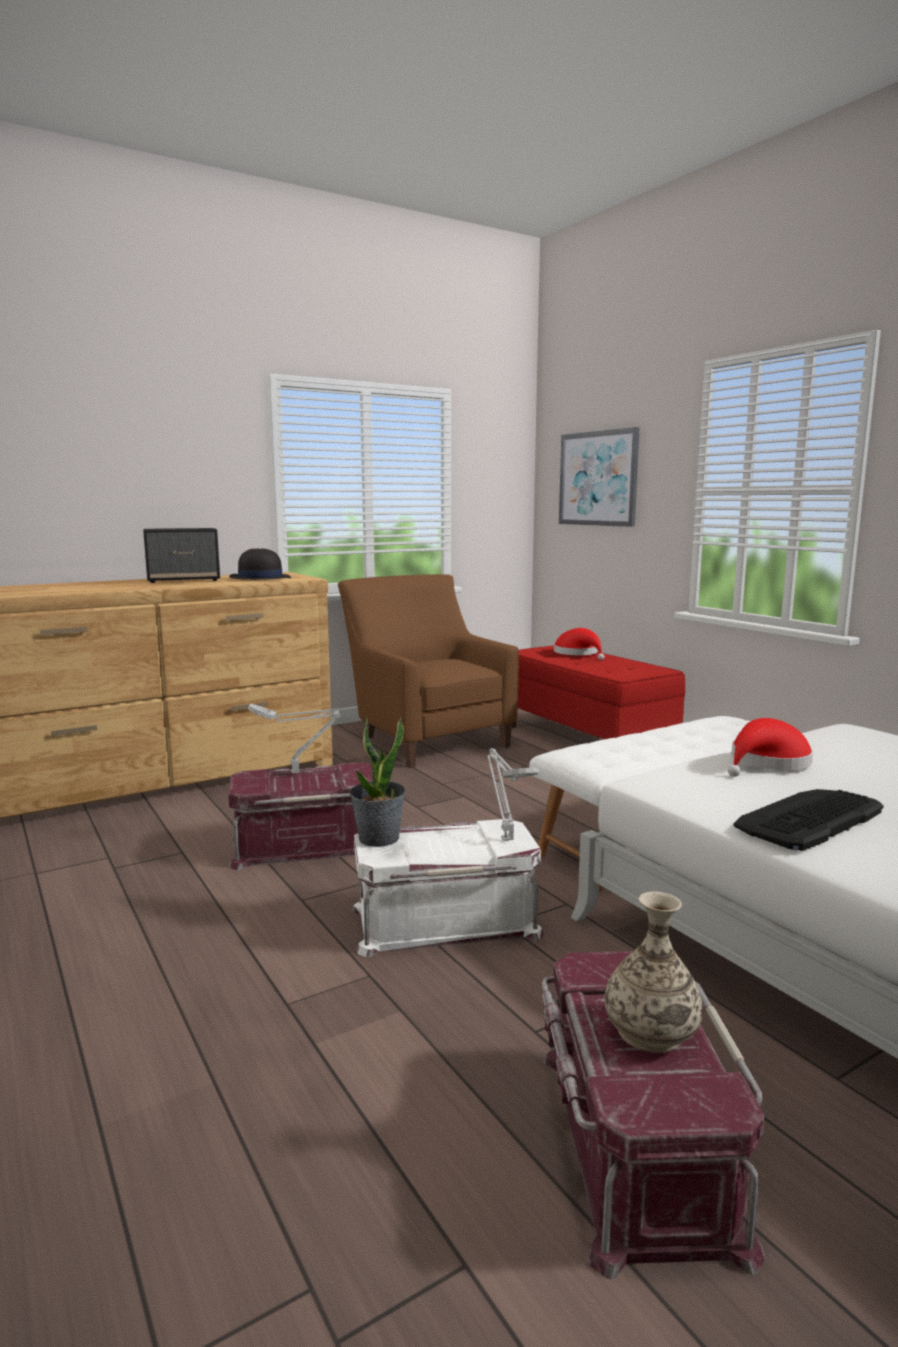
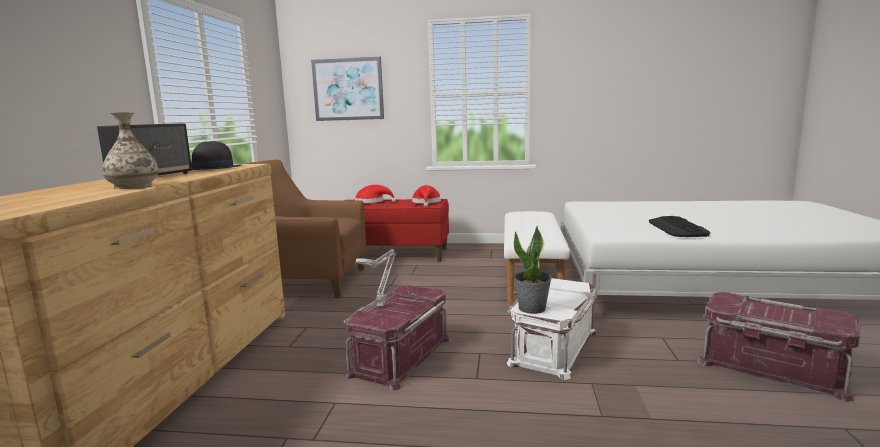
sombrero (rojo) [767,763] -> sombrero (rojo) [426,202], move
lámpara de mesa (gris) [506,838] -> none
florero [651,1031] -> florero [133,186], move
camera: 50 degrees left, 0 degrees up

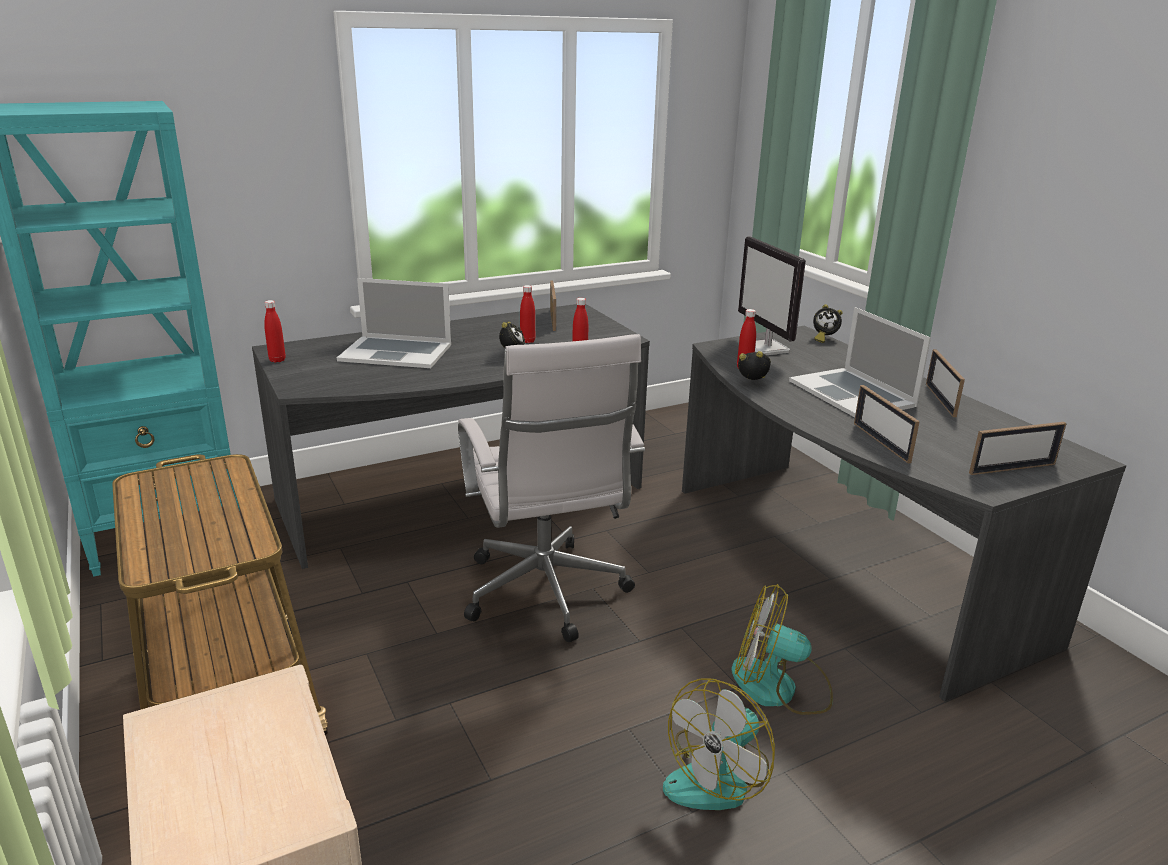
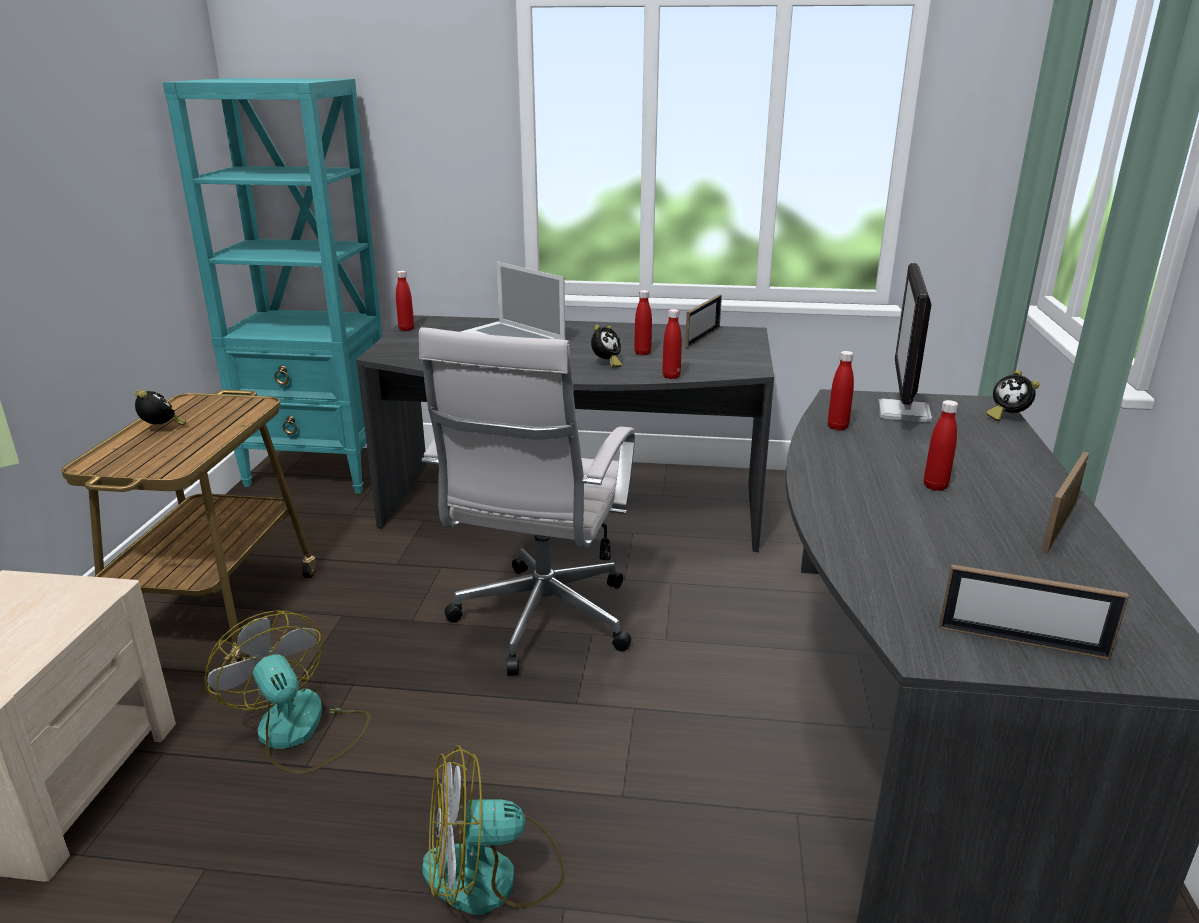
portátil [852,393] -> botella (rojo) [935,486]
despertador [753,383] -> despertador [162,429], move
portarretratos [881,442] -> none
ventilador [779,687] -> ventilador [300,732], move
camera: 35 degrees right, 0 degrees up

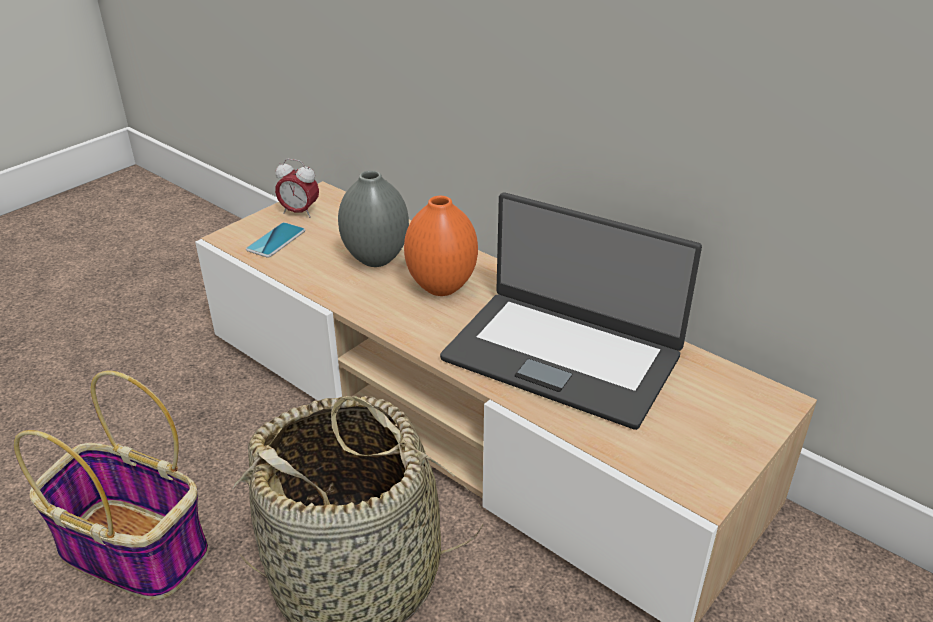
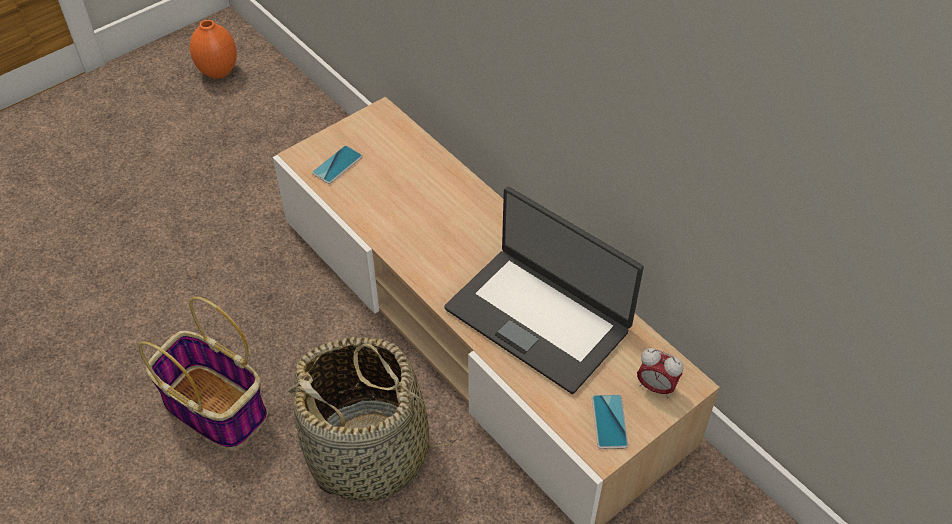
despertador [299,212] -> despertador [655,387], move
florero (gris) [375,259] -> none
florero (naranja) [442,287] -> florero (naranja) [219,72], move
none -> móvil [609,422]
camera: 10 degrees right, 15 degrees up

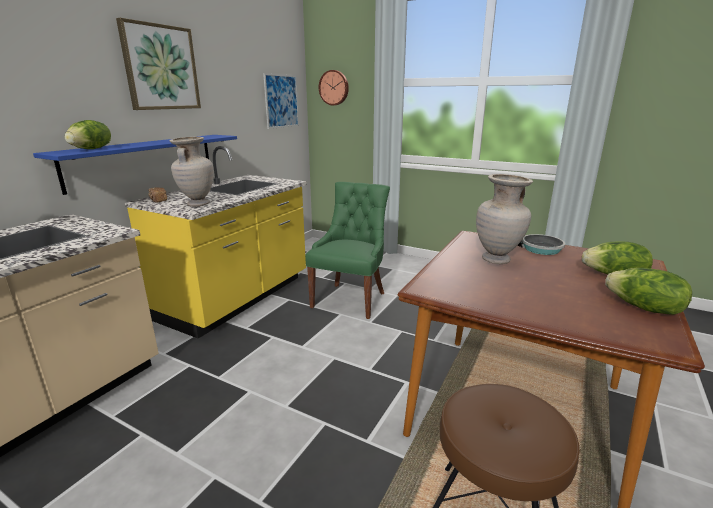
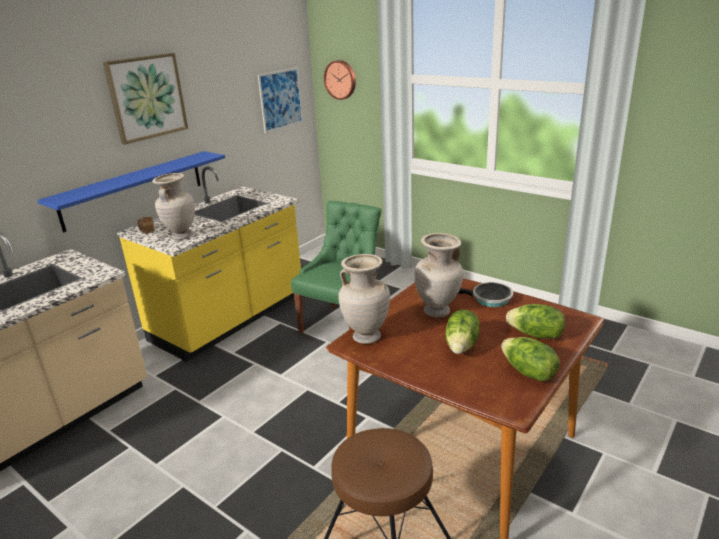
lechuga [92,149] -> lechuga [462,345], move
none -> florero (beis) [366,337]
camera: 10 degrees right, 5 degrees up

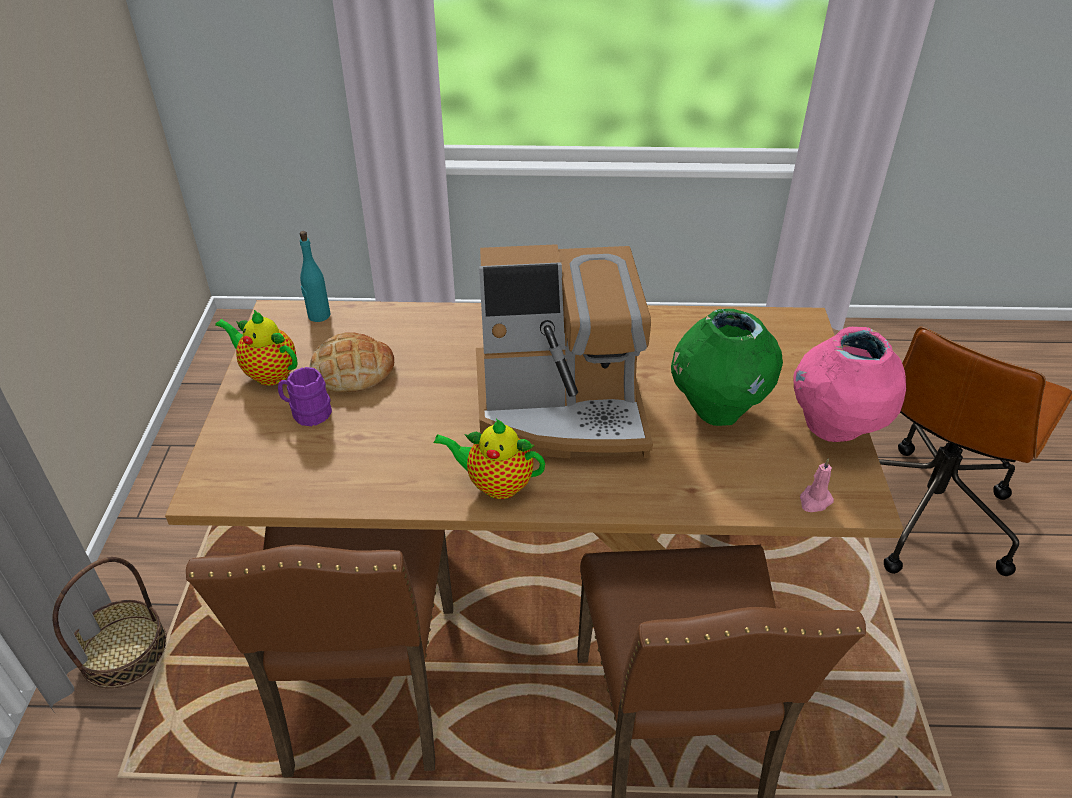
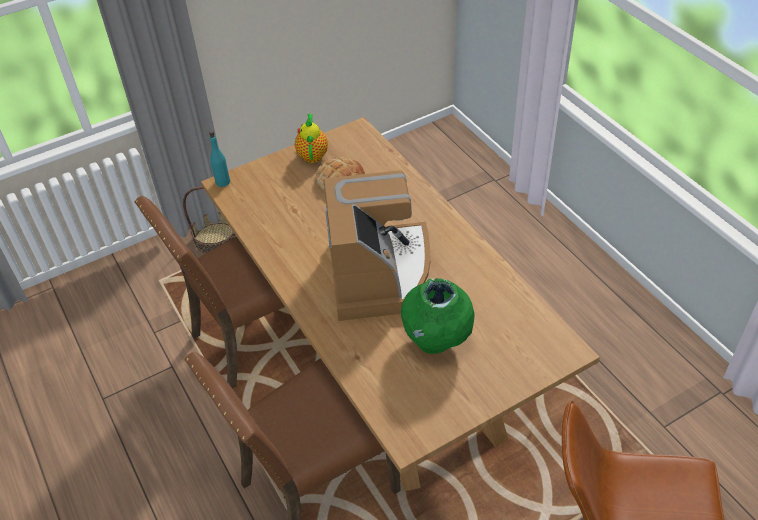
botella (turquesa) [318,315] -> botella (turquesa) [222,182], move
cafetera [562,408] -> cafetera [379,273], 150 degrees counterclockwise
florero (rosa) [835,429] -> none
taza grande (morado) [307,413] -> none
tetera [495,484] -> none
vela (rosa) [814,501] -> none
camera: 60 degrees right, 5 degrees up

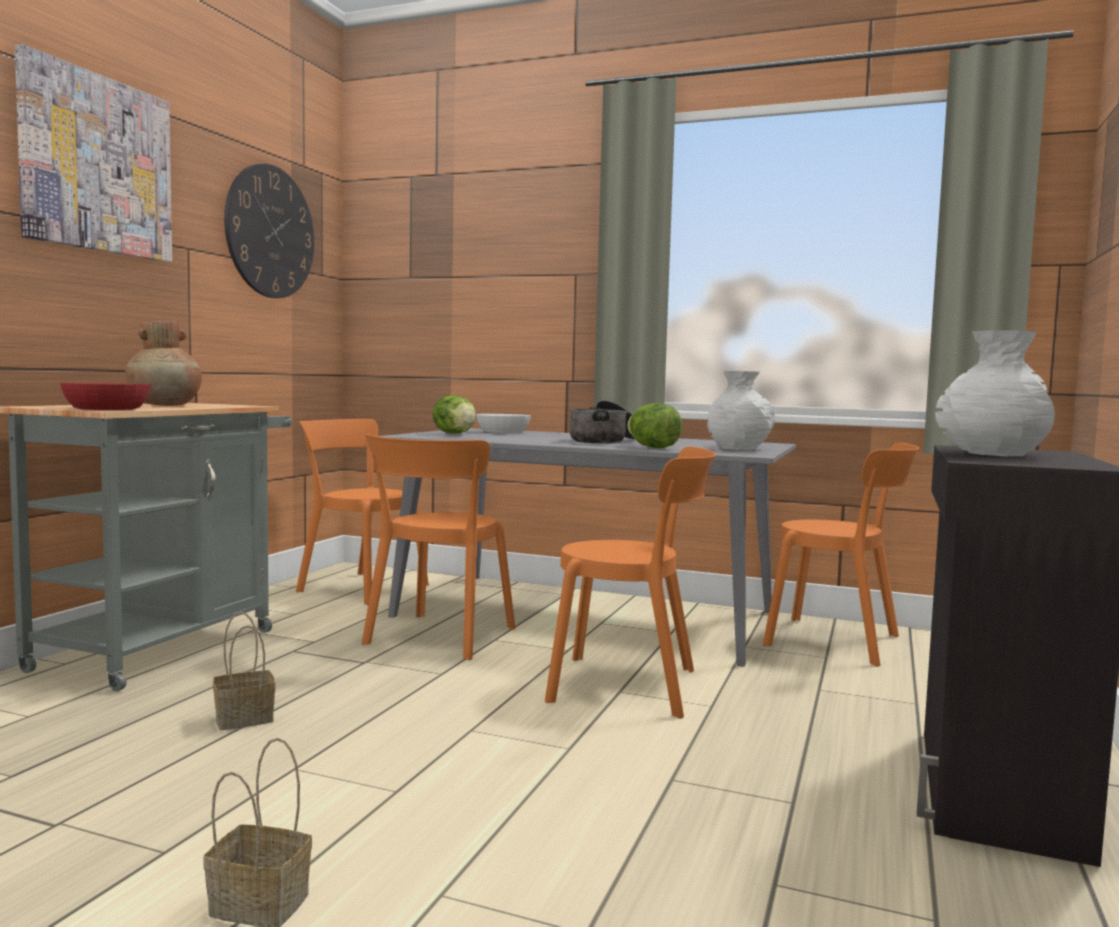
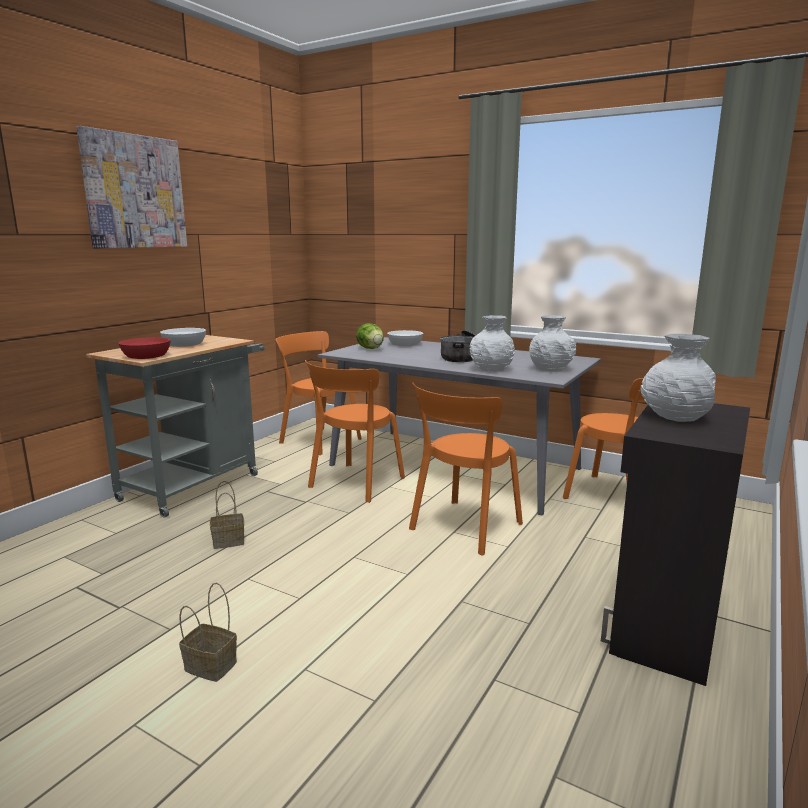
reloj de pared [270,232] -> none
florero (marrón) [165,405] -> cuenco (blanco) [185,344]
lechuga [653,447] -> florero (blanco) [490,369]
silla (naranja) [632,686] -> silla (naranja) [463,528], 105 degrees clockwise
camera: 10 degrees right, 10 degrees up

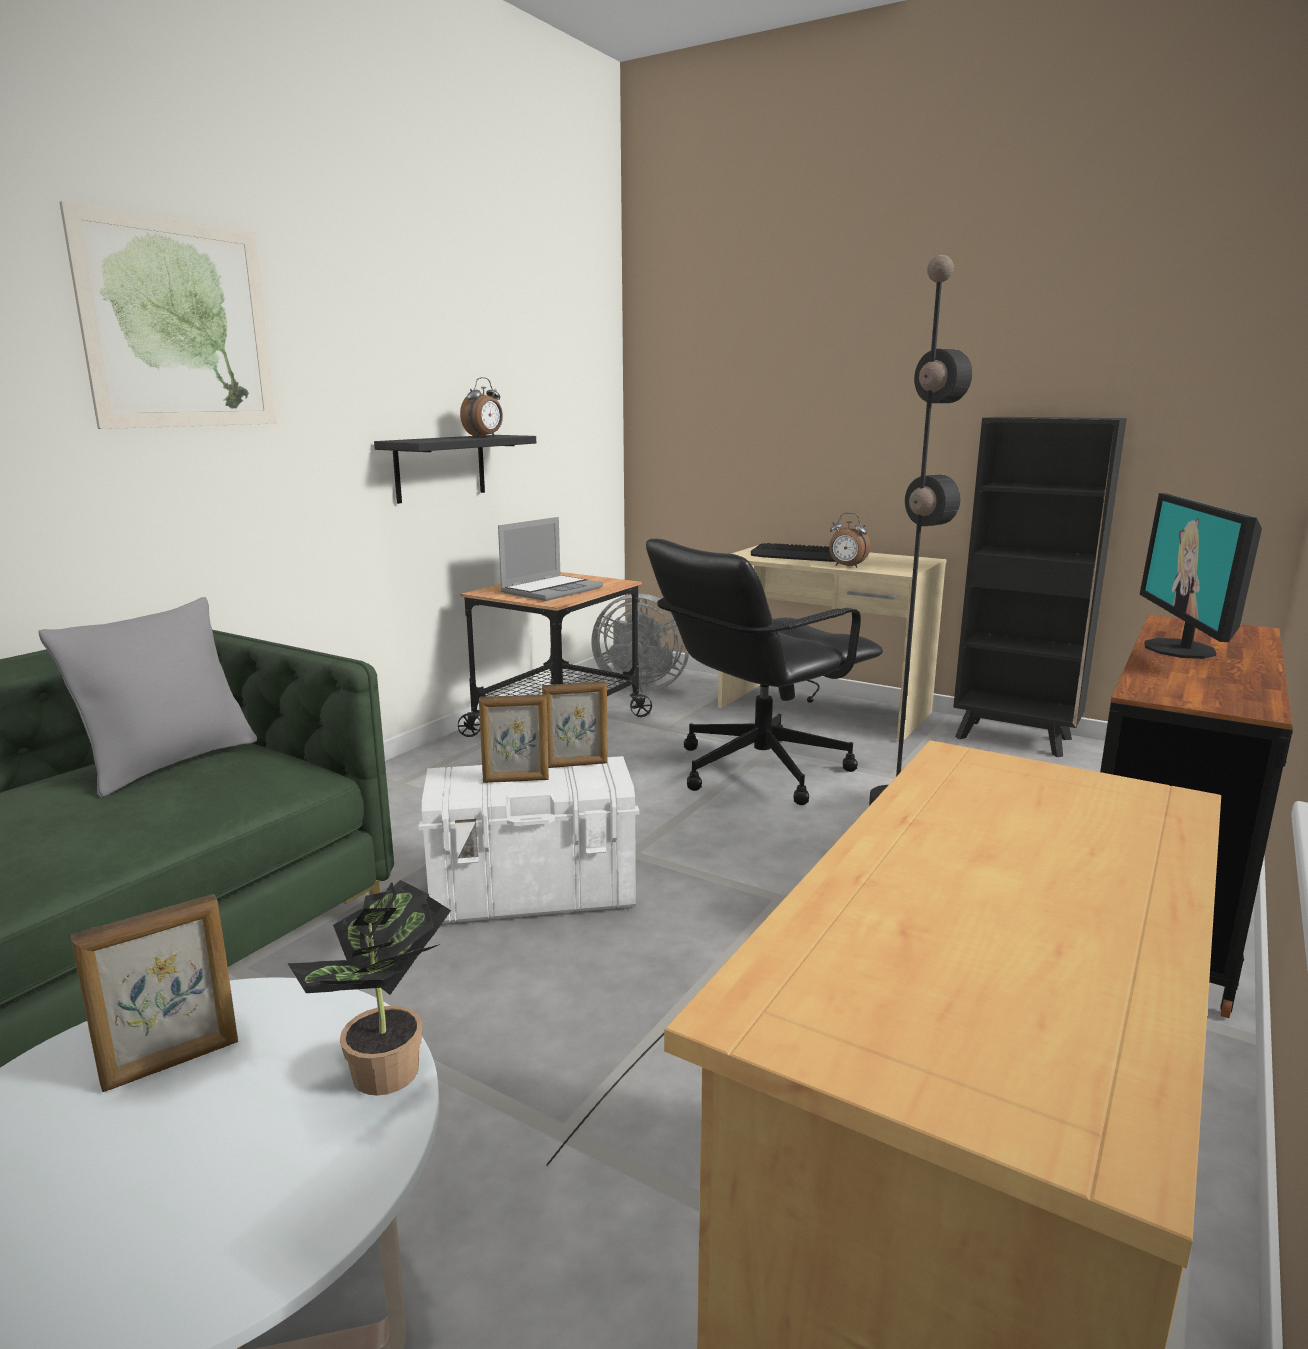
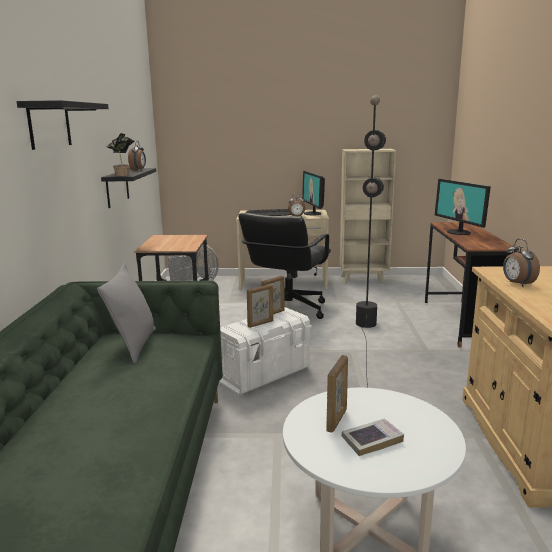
cuadro [179,325] -> estante (negro) [49,125]
estantería (negro) [1015,739] -> estantería (beis) [364,280]
portátil [552,590] -> none
planta en maceta [386,1079] -> planta en maceta [123,175], move
none -> monitor [313,213]
none -> despertador [517,284]
none -> libro [372,440]
camera: 30 degrees left, 0 degrees up

